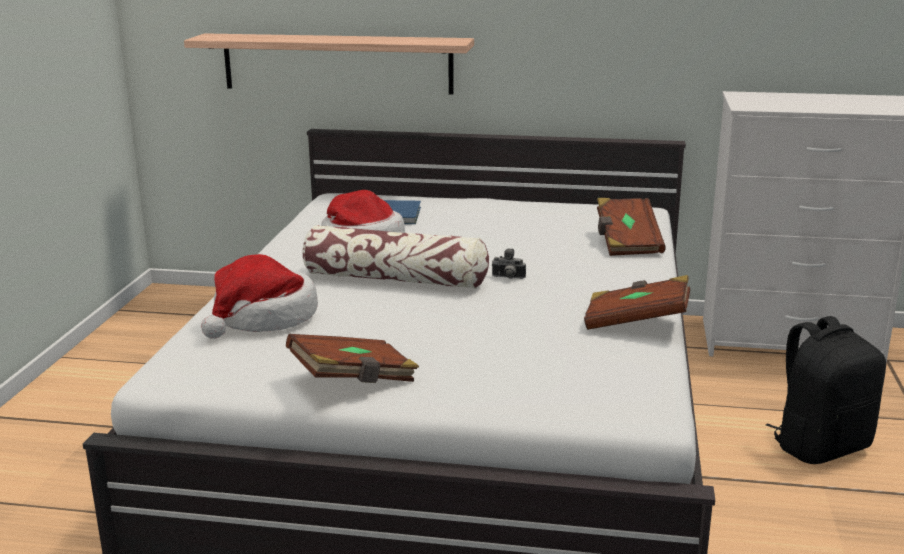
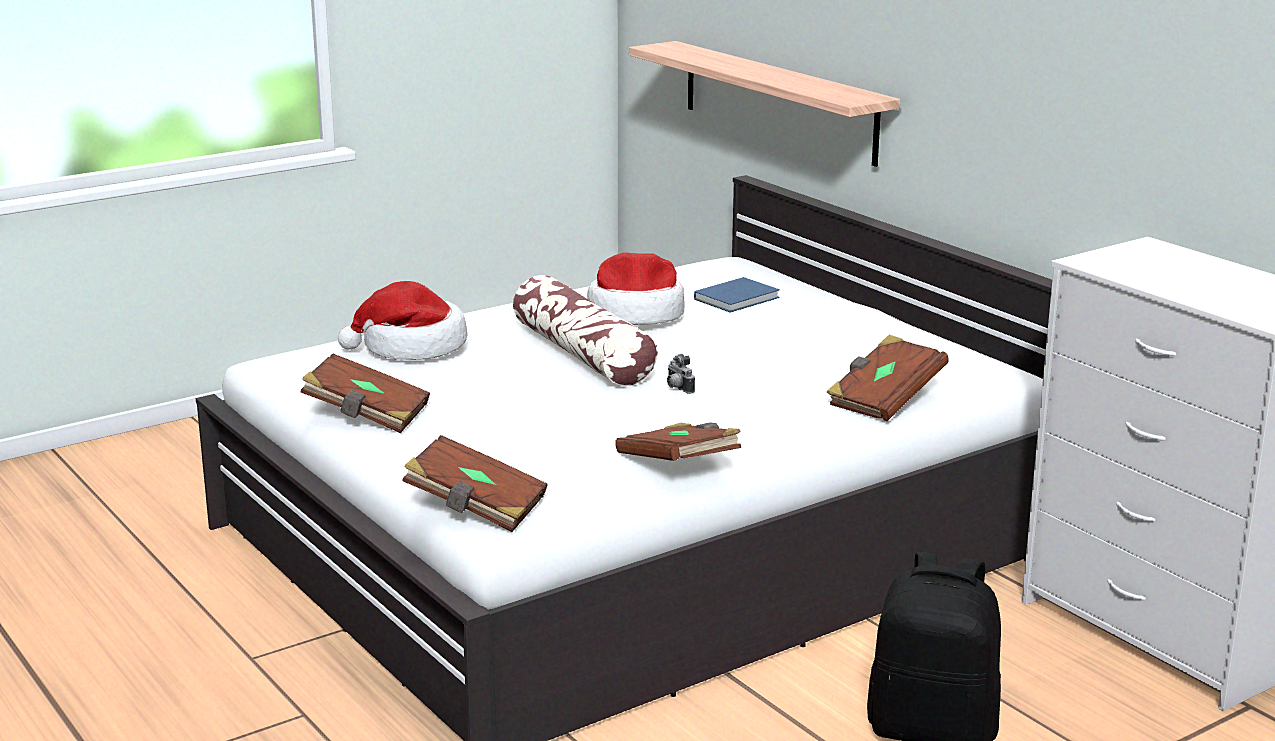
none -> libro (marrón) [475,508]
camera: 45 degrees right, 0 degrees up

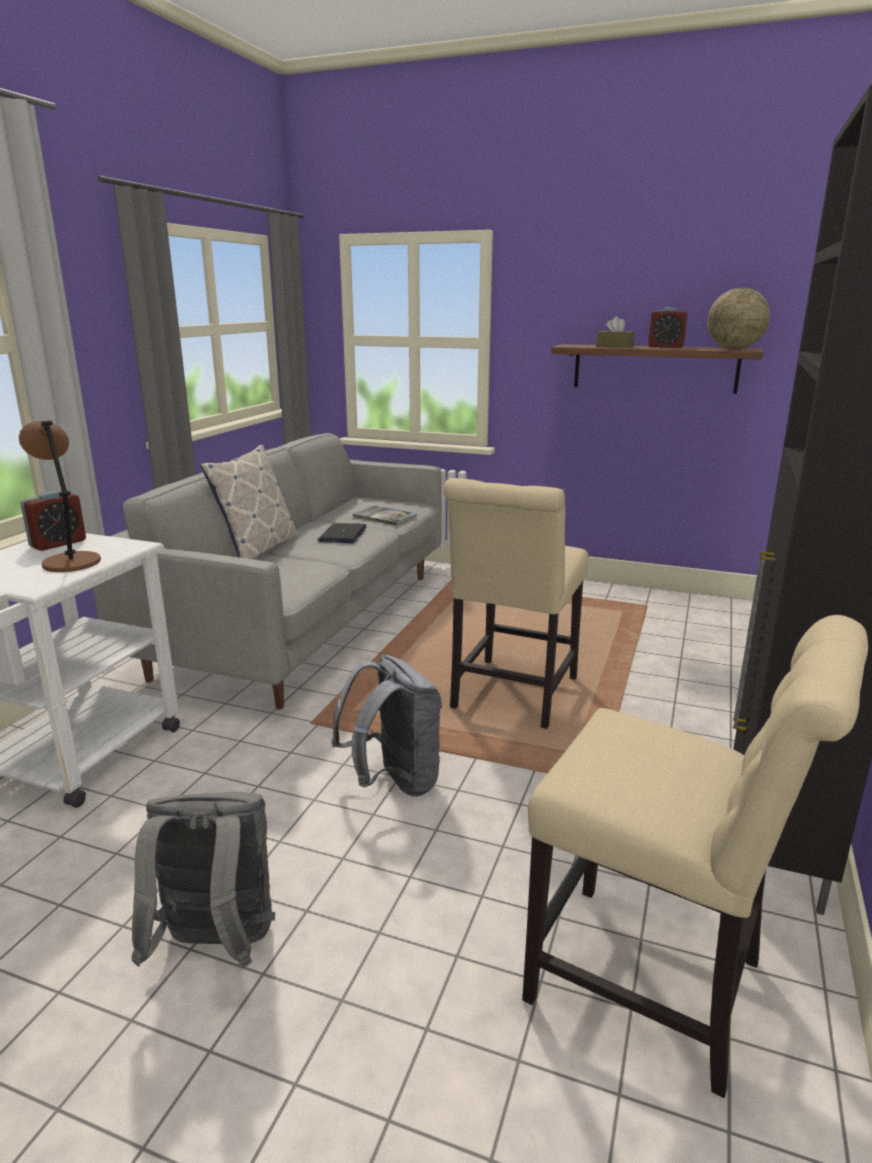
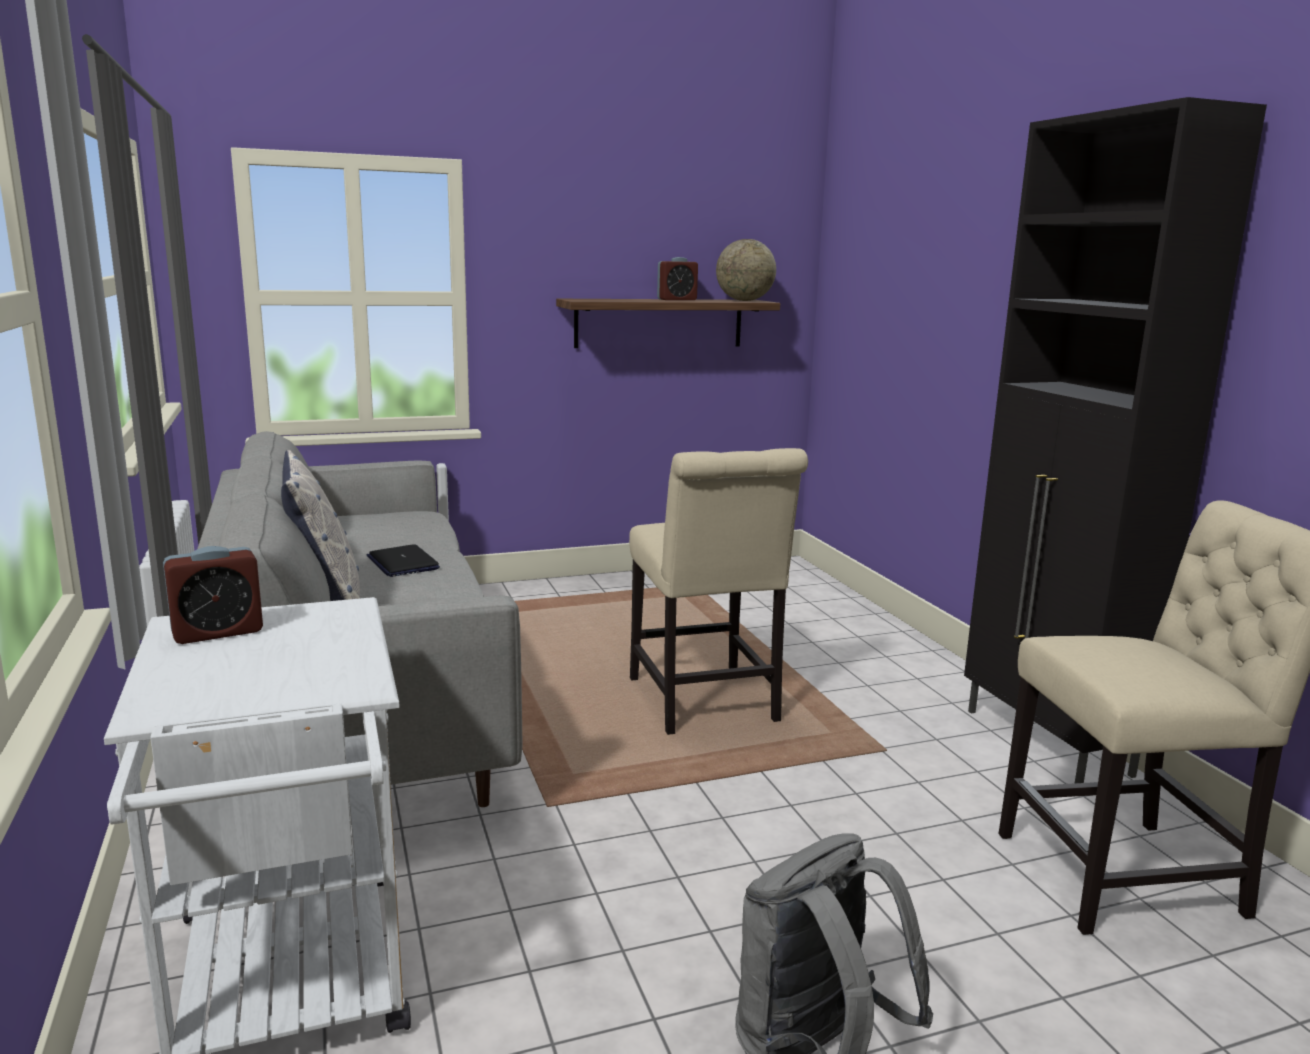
caja de pañuelos (marrón) [614,346] -> none
lámpara de mesa (marrón) [70,562] -> none
despertador [58,543] -> despertador [217,632], 60 degrees clockwise
libro [385,516] -> none
mochila (gris) [394,782] -> none
camera: 40 degrees left, 5 degrees down

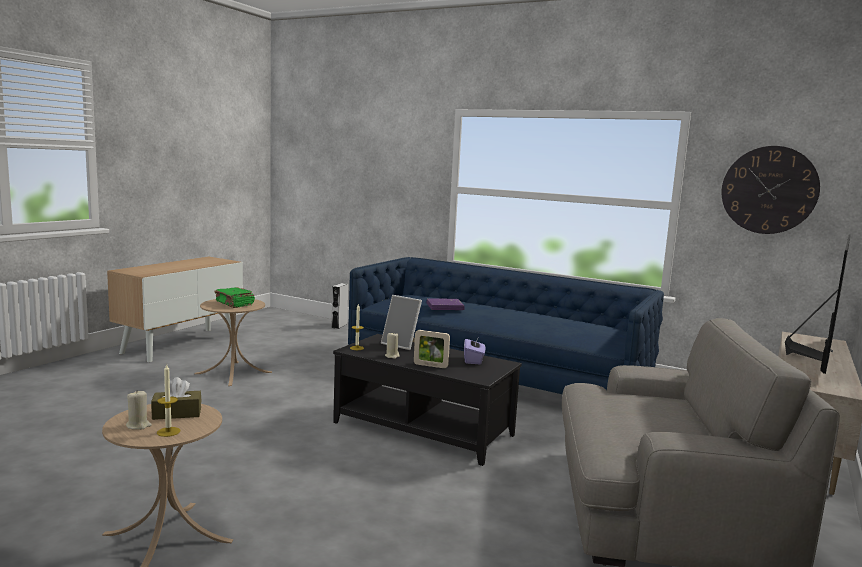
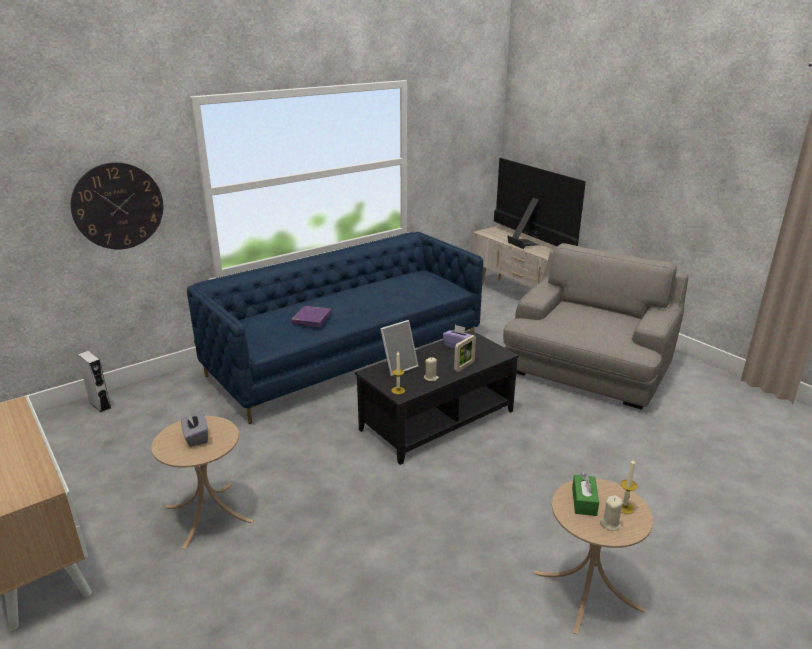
reloj de pared [769,190] -> reloj de pared [118,206], move
libro (verde) [234,304] -> caja de pañuelos (gris) [196,437]
caja de pañuelos (marrón) [177,413] -> caja de pañuelos (verde) [584,501]
camera: 65 degrees left, 15 degrees up

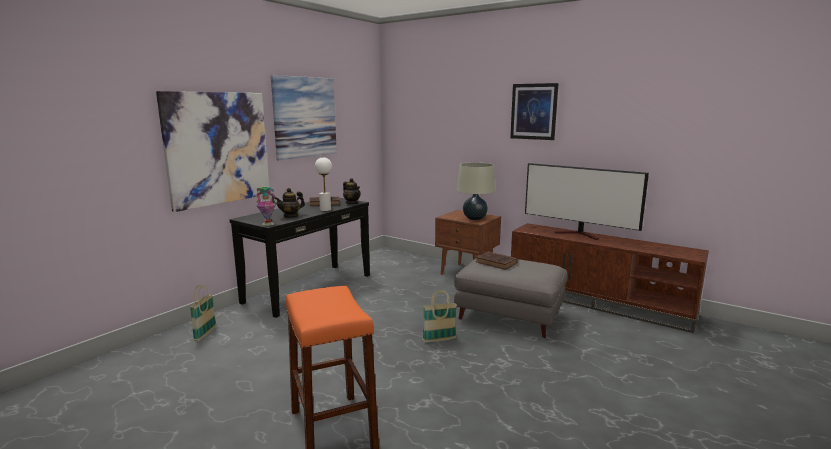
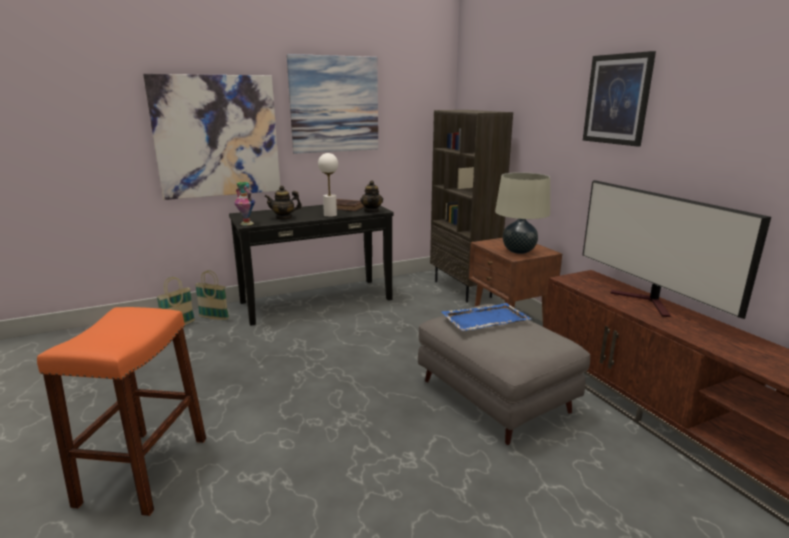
libro (marrón) [497,263] -> bandeja (azul) [484,319]
cesta [439,340] -> cesta [214,318], move
none -> estantería (marrón) [463,289]
camera: 30 degrees right, 5 degrees up

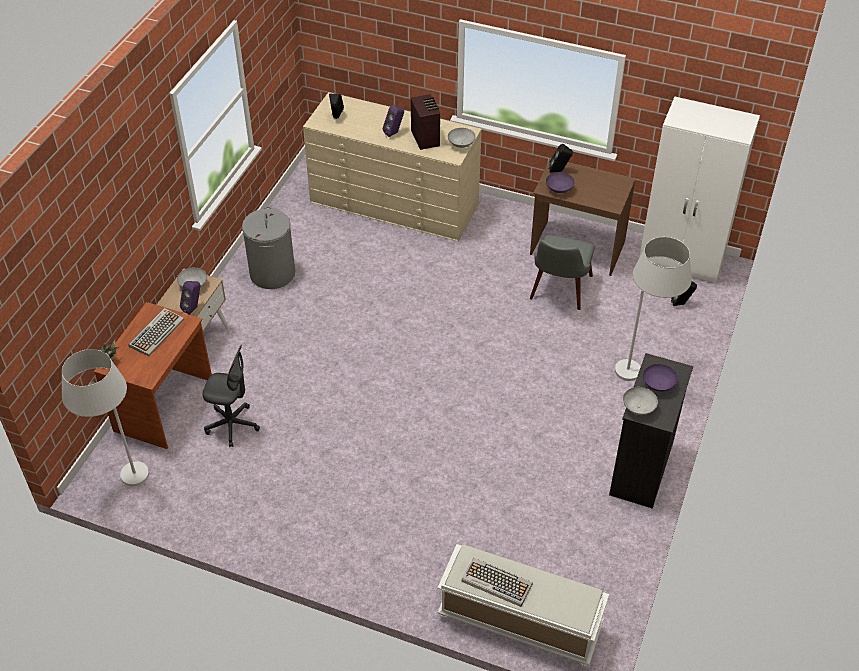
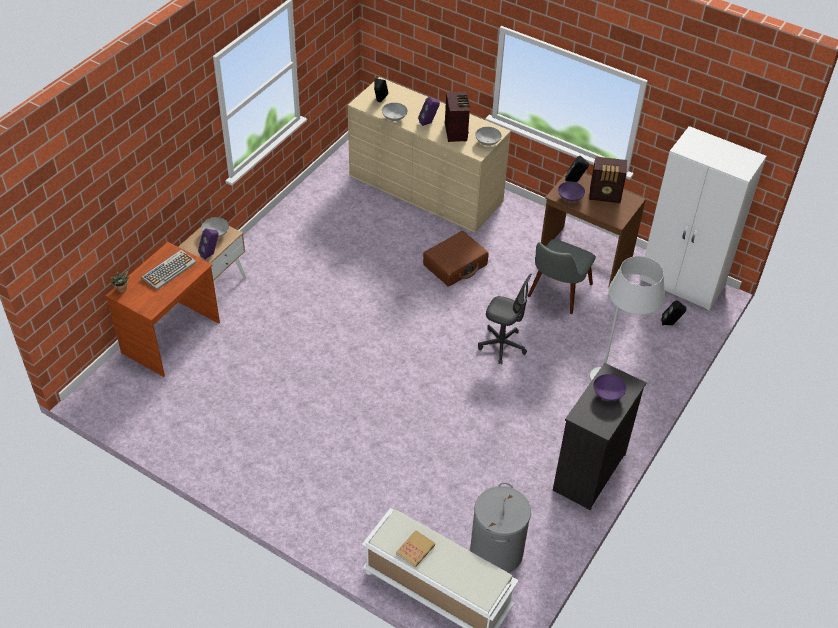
cesto de la ropa (gris) [272,273] -> cesto de la ropa (gris) [496,552], move
silla de oficina (gris) [232,425] -> silla de oficina (gris) [502,345], move
lámpara de pie (blanco) [125,486] -> none
cuenco (gris) [638,408] -> cuenco (gris) [394,118], move
teclado [496,582] -> libro [415,549]
none -> radio [605,195]
none -> maleta (marrón) [455,265]
camera: 10 degrees right, 0 degrees up

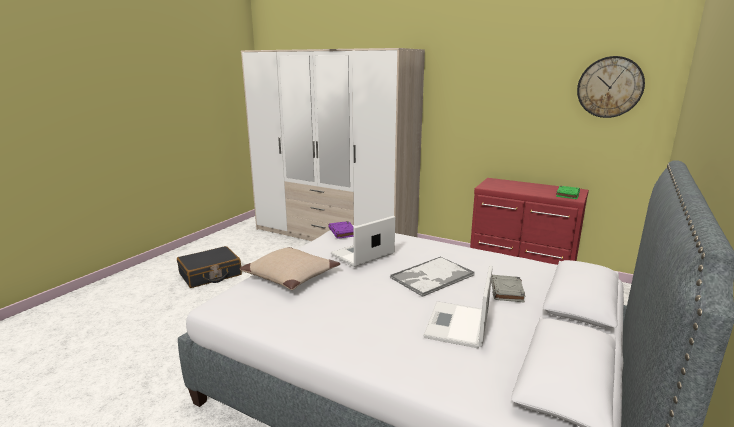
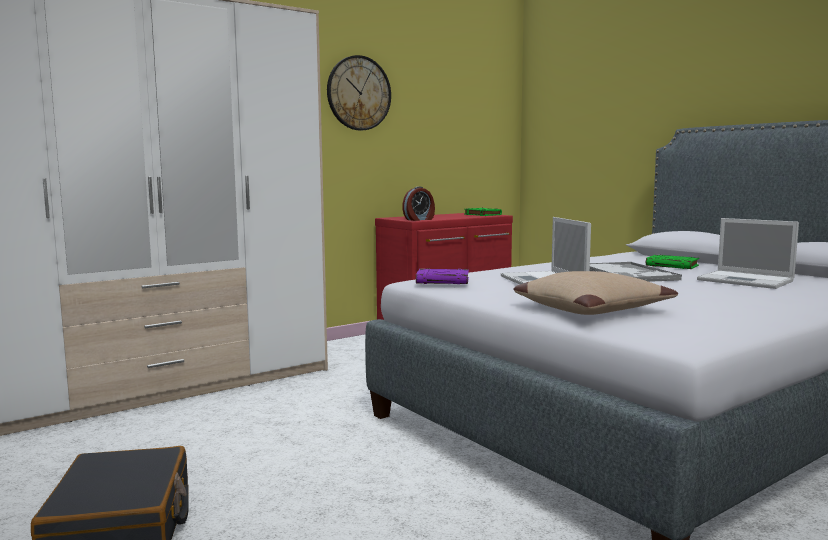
reloj de pared [609,87] -> reloj de pared [358,93], move
libro (gris) [507,291] -> libro (verde) [672,266]
none -> despertador [419,219]
camera: 65 degrees left, 10 degrees down

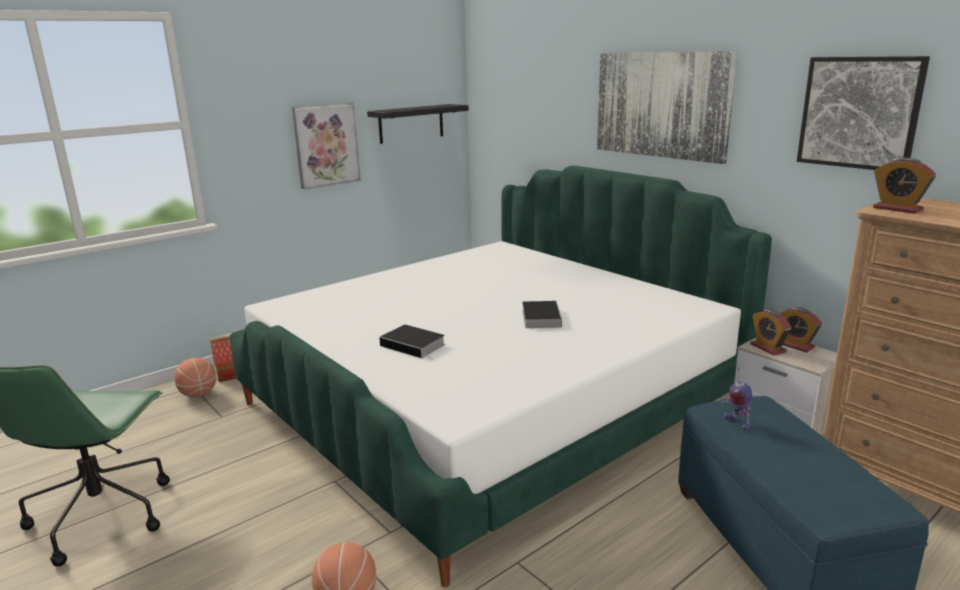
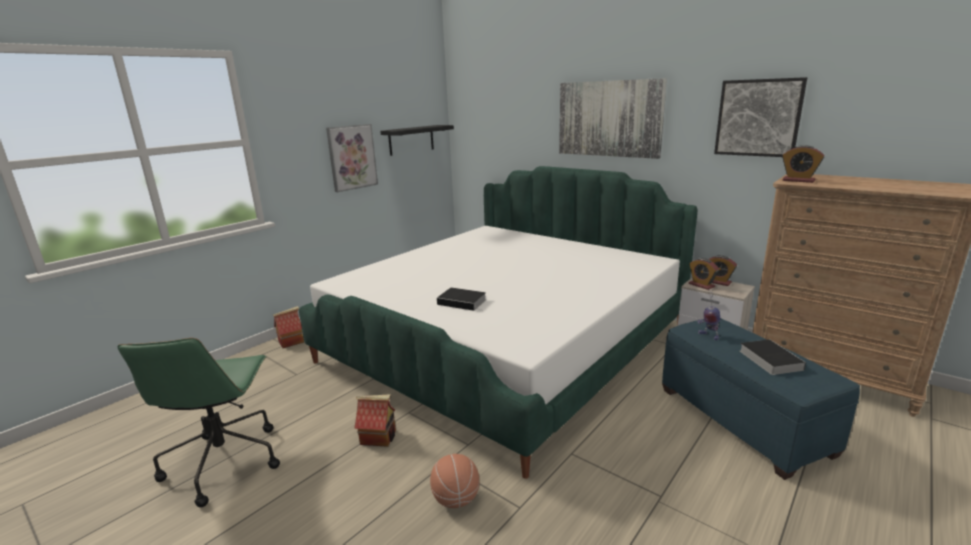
libro [540,317] -> libro [768,359], move
balón de baloncesto [198,394] -> none
none -> casita [379,437]
camera: 10 degrees left, 0 degrees up

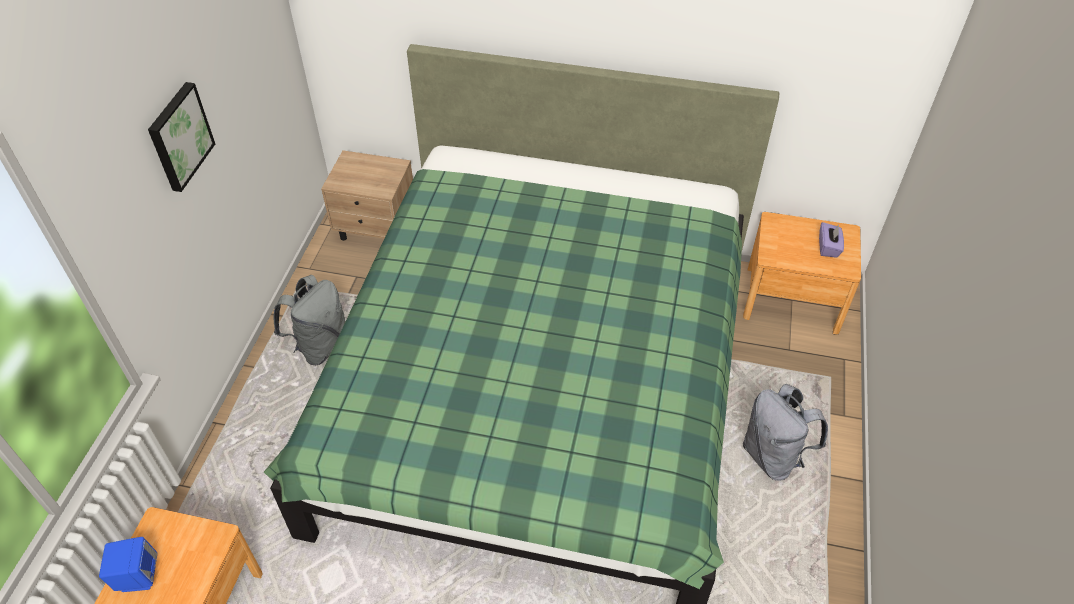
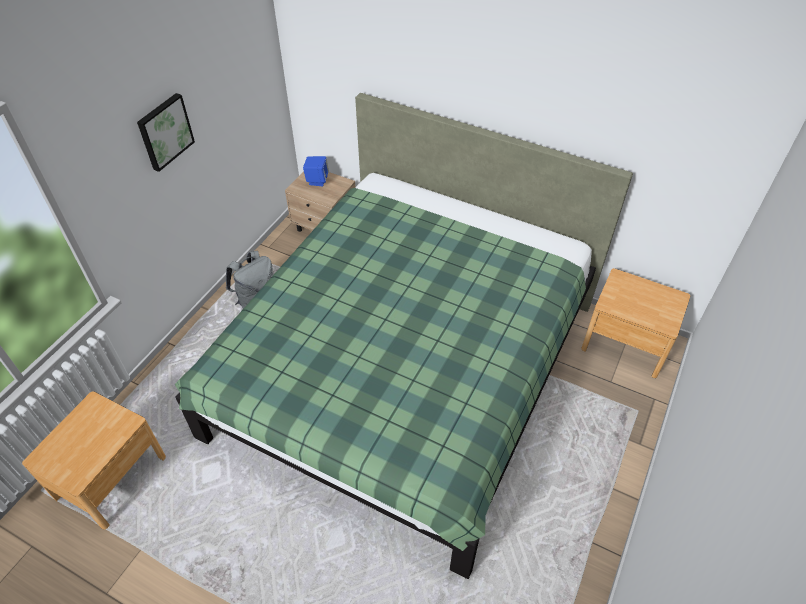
caja de pañuelos (morado) [828,247] -> none
mochila (gris) [773,456] -> none
altavoz (azul) [137,576] -> altavoz (azul) [317,180], move
camera: 15 degrees right, 0 degrees up

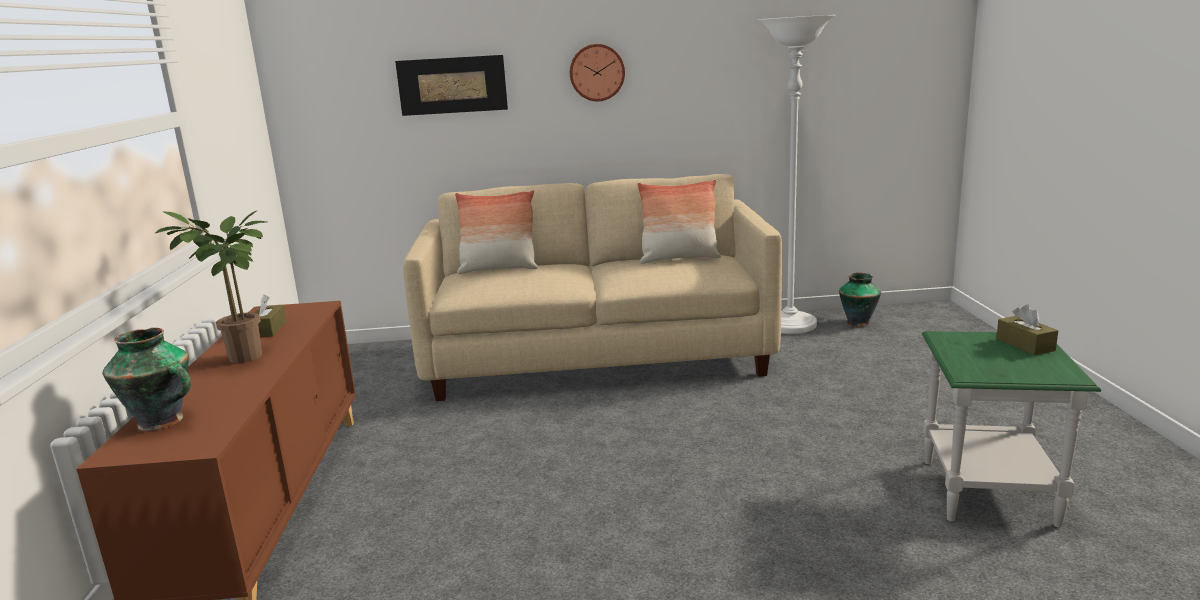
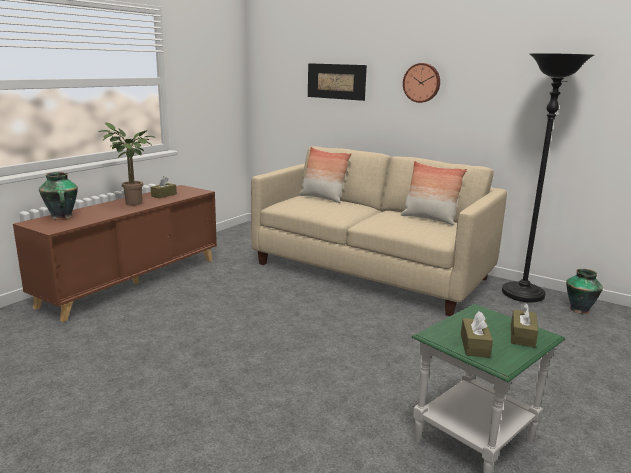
lámpara de pie (blanco) [790,326] -> lámpara de pie (negro) [523,294]
none -> caja de pañuelos (marrón) [474,345]
camera: 35 degrees right, 0 degrees up

